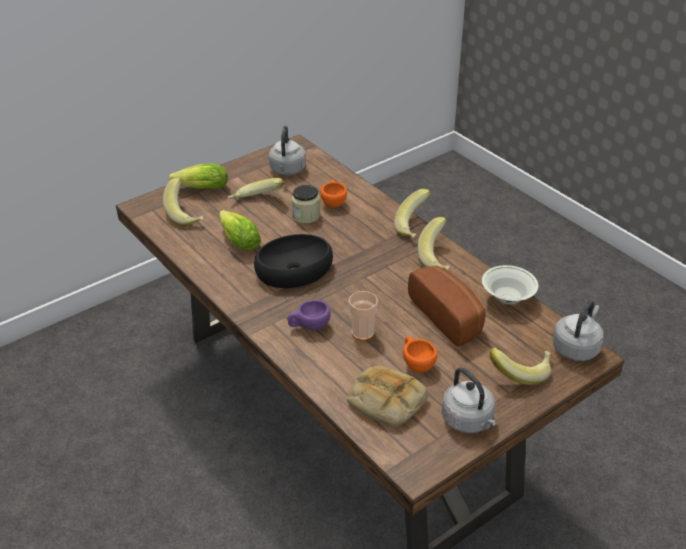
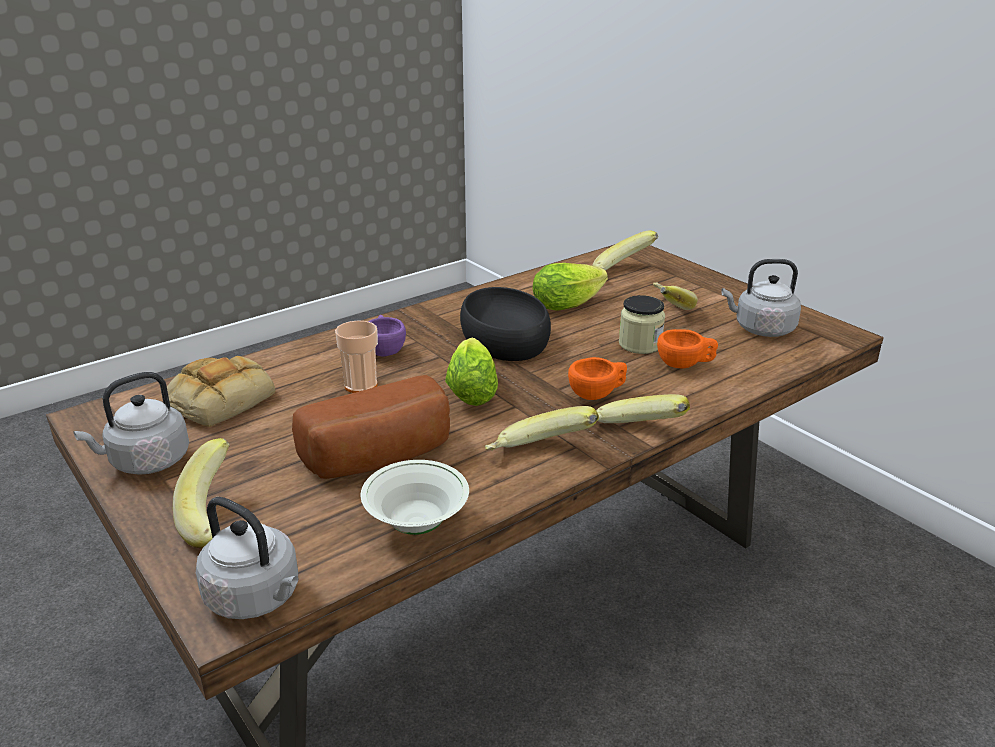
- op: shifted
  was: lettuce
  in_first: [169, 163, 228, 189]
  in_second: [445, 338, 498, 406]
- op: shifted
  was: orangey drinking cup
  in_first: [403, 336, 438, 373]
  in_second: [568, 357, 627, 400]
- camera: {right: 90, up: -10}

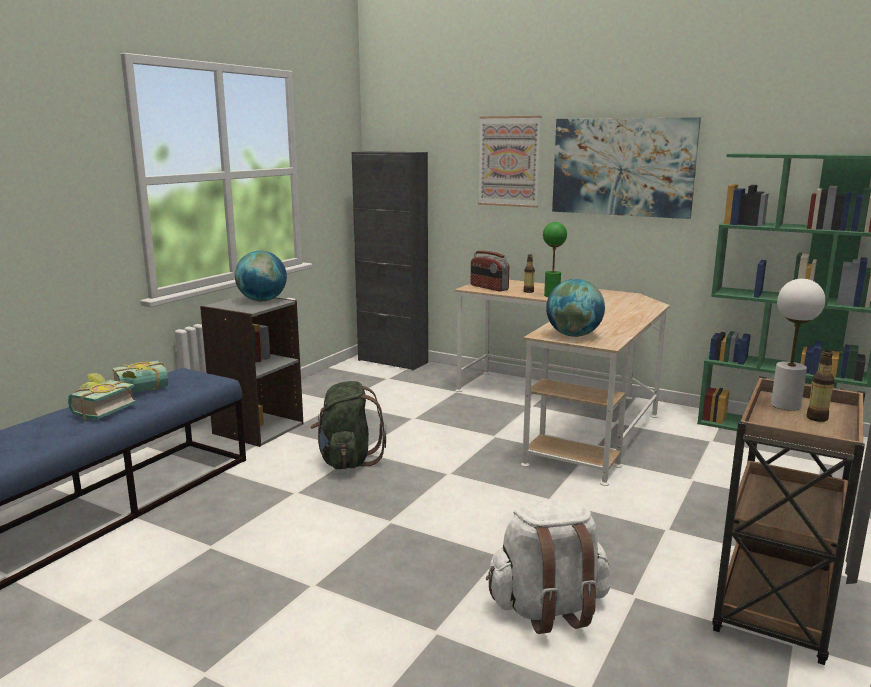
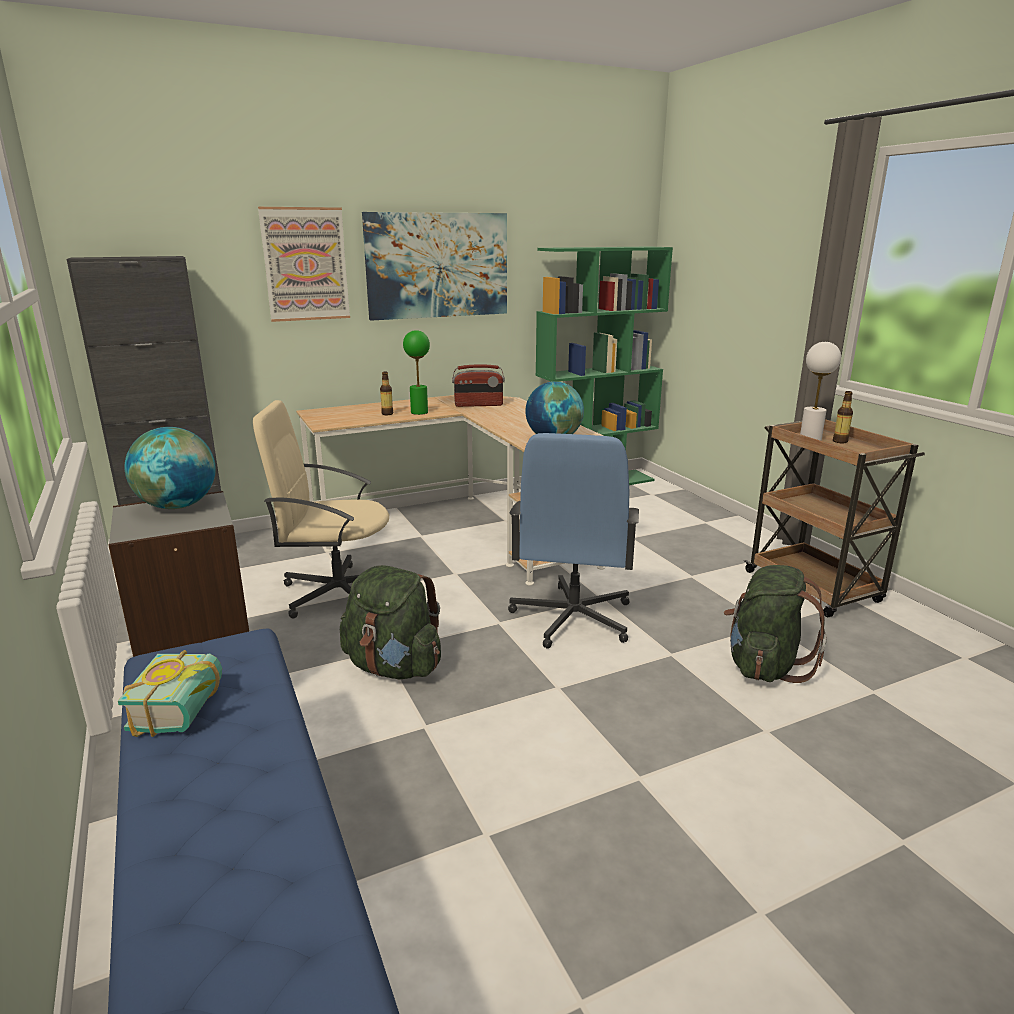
- op: gone
  was: bound book
  in_first: [68, 373, 136, 420]
- op: new
  now: beige-coloured office chair
  in_second: [253, 400, 389, 619]
- op: new
  now: blue office chair
  in_second: [508, 433, 639, 649]
- op: shifted
  was: radio receiver
  in_first: [471, 251, 509, 291]
  in_second: [452, 364, 505, 407]
- op: repainted
  was: whitish knapsack
  now: green knapsack
  in_first: [486, 500, 611, 634]
  in_second: [724, 565, 827, 683]
- camera: {right: -55, up: 5}

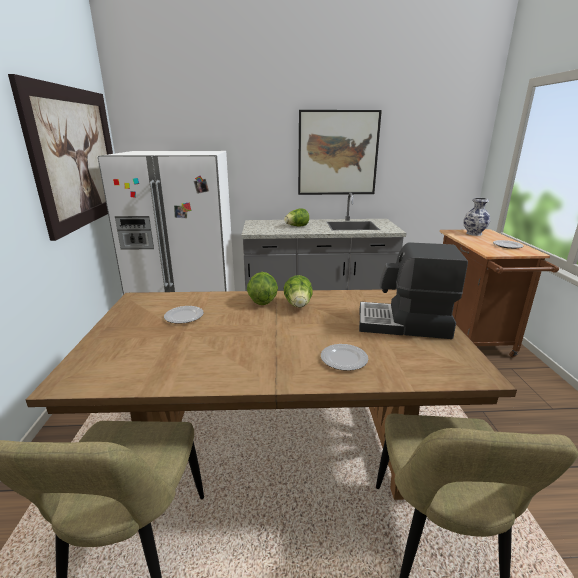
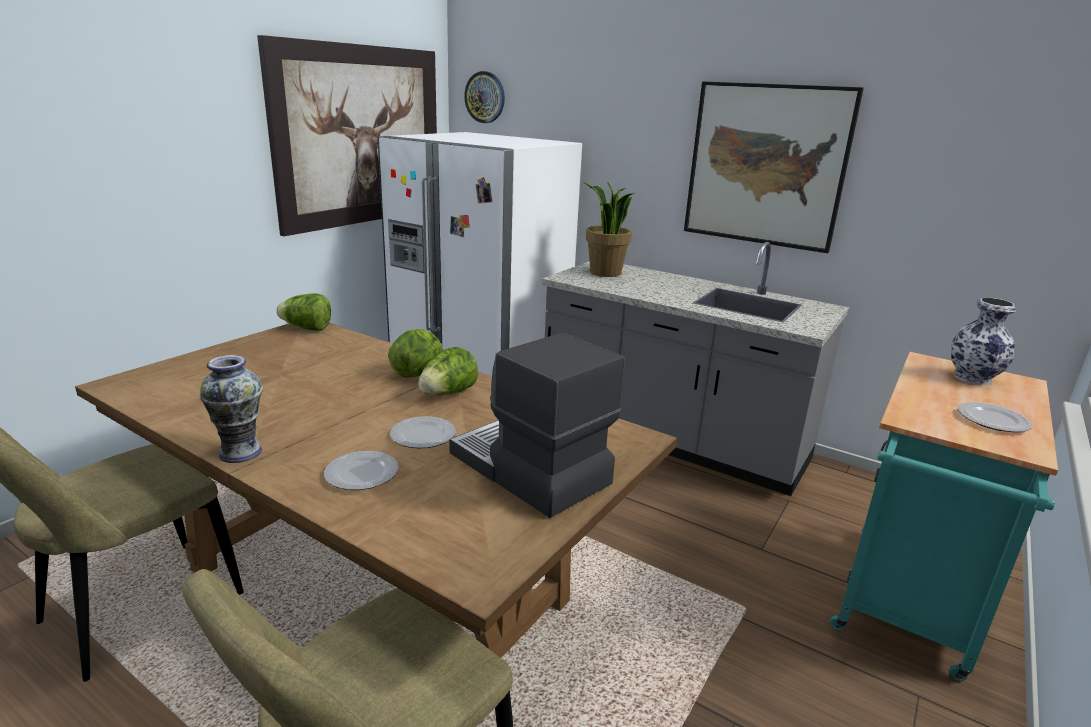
- op: new
  now: vase
  in_second: [200, 355, 263, 463]
- op: new
  now: wall clock
  in_second: [464, 71, 505, 123]
- op: new
  now: plant in a pot
  in_second: [584, 181, 634, 277]
- op: shifted
  was: dinner plate
  in_first: [164, 306, 204, 324]
  in_second: [390, 416, 456, 448]
- op: shifted
  was: lettuce
  in_first: [284, 208, 309, 227]
  in_second: [276, 293, 331, 331]
- op: repainted
  was: brownish cart
  now: turquoise-coloured cart
  in_first: [439, 229, 559, 357]
  in_second: [830, 352, 1058, 681]
- camera: {right: 35, up: 0}

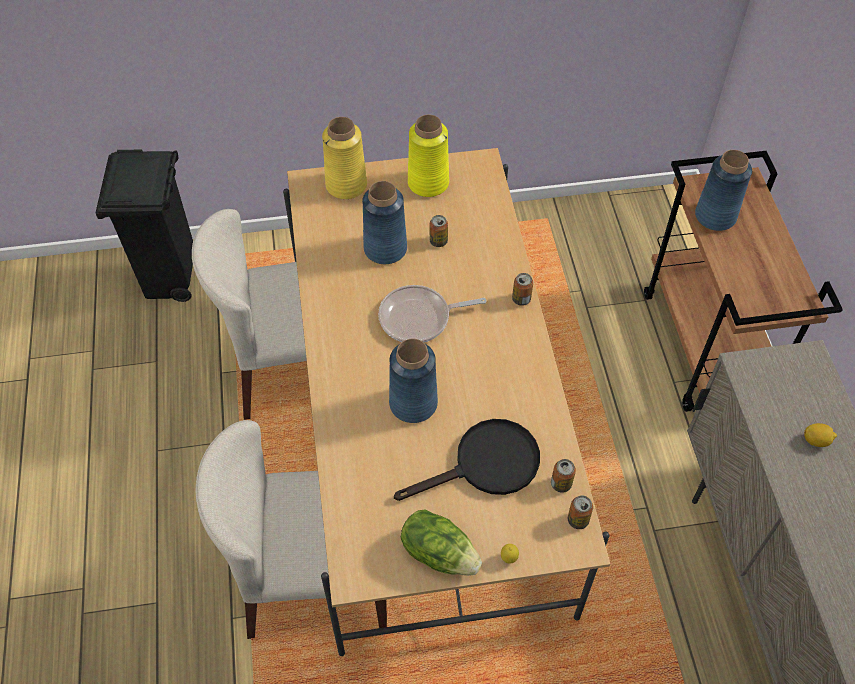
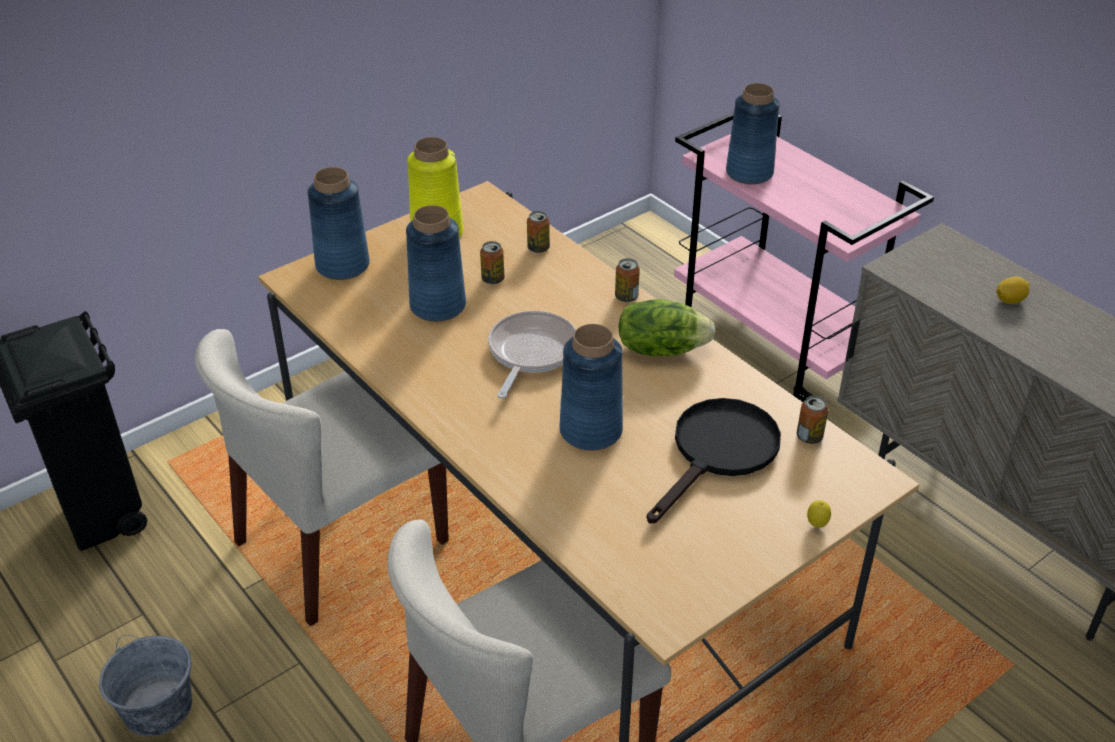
- op: new
  now: grey pail
  in_second: [99, 635, 192, 736]
- op: shifted
  was: lettuce
  in_first: [401, 509, 482, 576]
  in_second: [618, 299, 715, 356]
- op: shifted
  was: sealed can
  in_first: [568, 495, 593, 529]
  in_second: [527, 211, 550, 253]
- op: repainted
  was: yellow vase
  now: blue vase
  in_first: [322, 117, 367, 199]
  in_second: [307, 167, 370, 280]
- op: repainted
  was: brownish cart
  now: pink-coloured cart
  in_first: [644, 151, 843, 412]
  in_second: [674, 112, 934, 402]
- op: rotated
  was: frying pan
  in_first: [378, 285, 487, 342]
  in_second: [488, 311, 576, 399]
  clockwise: 150
- camera: {right: -30, up: -15}

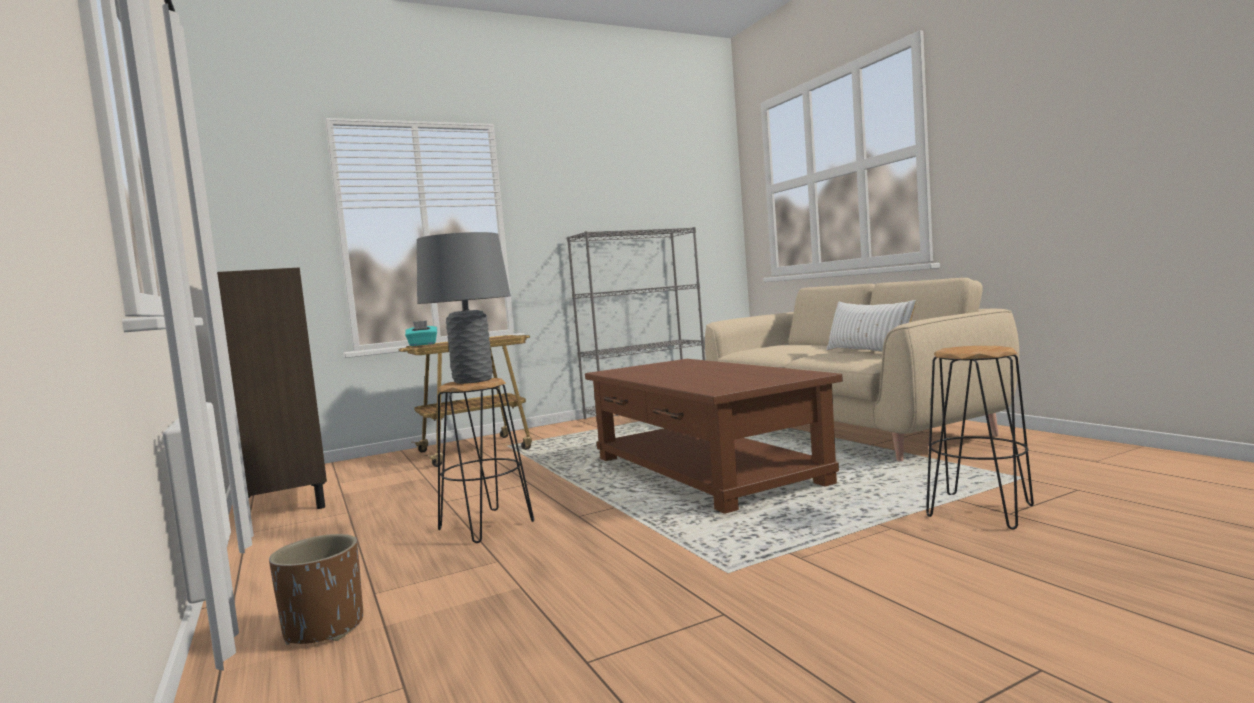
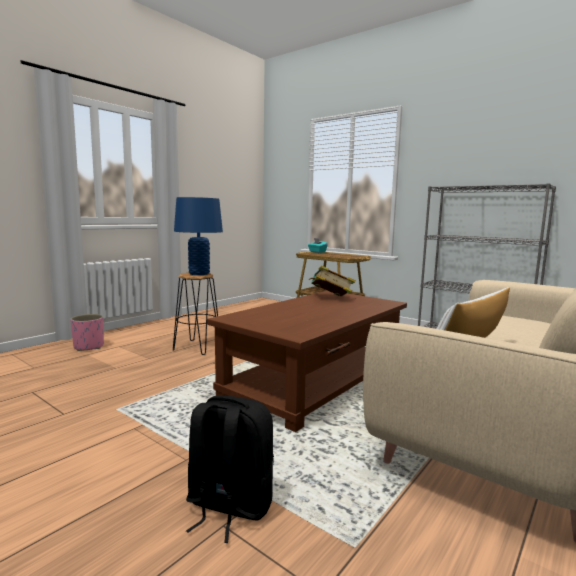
- op: gone
  was: brownish cupboard
  in_first: [217, 267, 327, 509]
- op: new
  now: bound book
  in_second: [309, 266, 356, 296]
- op: swapped
  was: black-coloured stool
  now: black-coloured knapsack
  in_first: [926, 346, 1034, 530]
  in_second: [186, 396, 274, 543]
- op: repainted
  was: brownish plant pot
  now: pink-coloured plant pot
  in_first: [269, 534, 363, 645]
  in_second: [70, 314, 104, 351]
- op: repainted
  was: grey table lamp
  now: blue table lamp
  in_first: [417, 232, 511, 384]
  in_second: [174, 197, 223, 275]
- camera: {right: 65, up: 5}

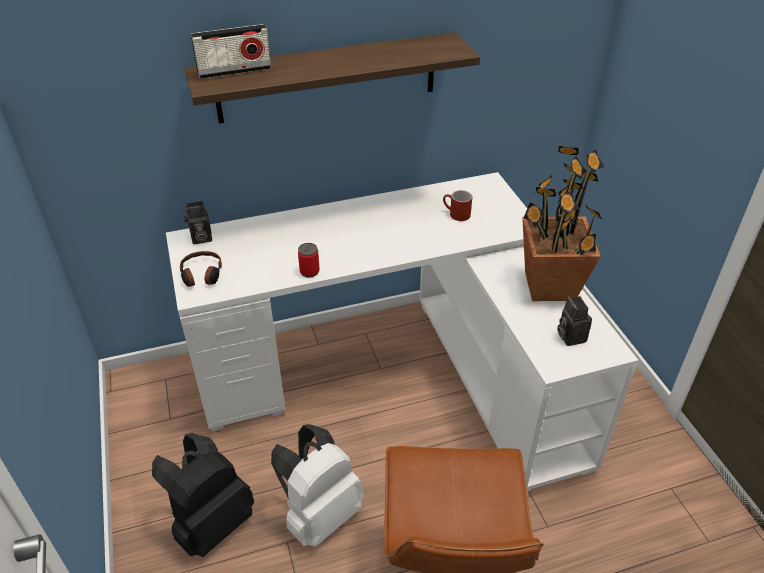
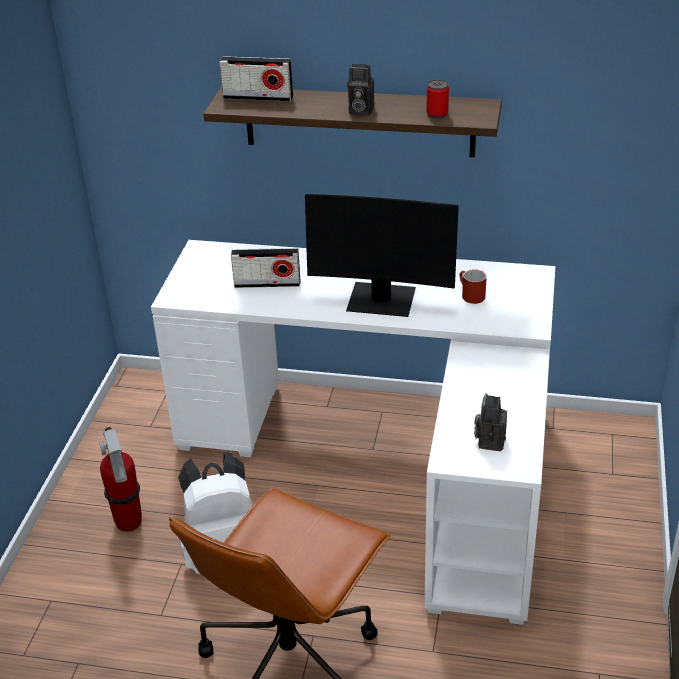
- op: gone
  was: pair of headphones
  in_first: [180, 251, 222, 287]
- op: gone
  was: plant in a pot
  in_first: [522, 146, 604, 301]
- op: new
  now: radio receiver
  in_second: [231, 248, 300, 288]
- op: new
  now: computer screen
  in_second: [305, 194, 459, 317]
- op: shifted
  was: photo camera
  in_first: [184, 201, 212, 244]
  in_second: [347, 64, 374, 116]
- op: shifted
  was: sealed can
  in_first: [298, 243, 320, 278]
  in_second: [426, 80, 449, 119]
- op: swapped
  was: black-coloured knapsack
  now: fire extinguisher
  in_first: [152, 433, 254, 557]
  in_second: [99, 427, 142, 532]
- camera: {right: 30, up: -5}

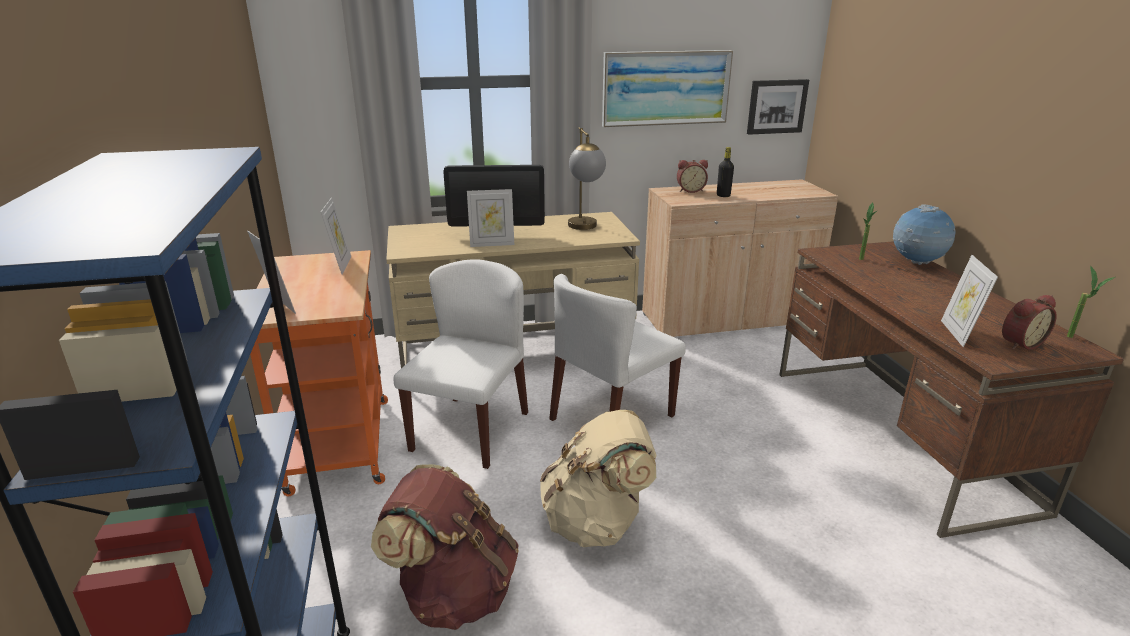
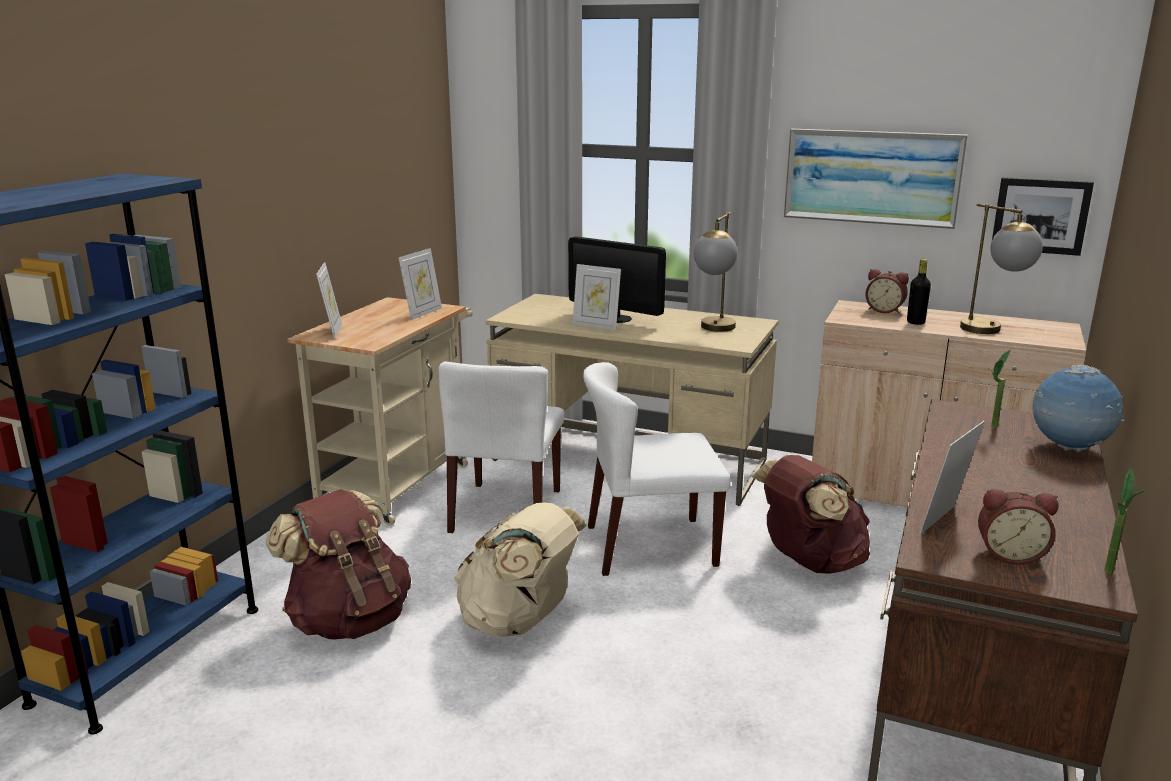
- op: new
  now: brownish knapsack
  in_second: [752, 455, 870, 574]
- op: new
  now: table lamp
  in_second: [960, 204, 1043, 334]
- op: repainted
  was: orangey cart
  now: beige-coloured cart
  in_first: [250, 250, 388, 496]
  in_second: [288, 297, 473, 526]
- op: rotated
  was: whitish plain chair
  in_first: [394, 259, 528, 469]
  in_second: [439, 362, 564, 533]
  clockwise: 135
- camera: {right: 35, up: -5}

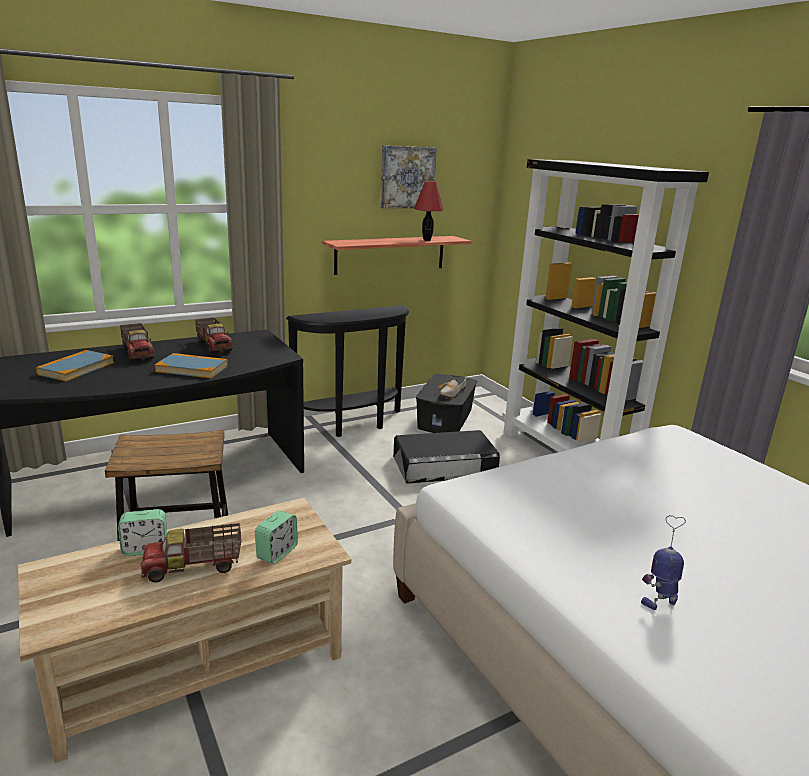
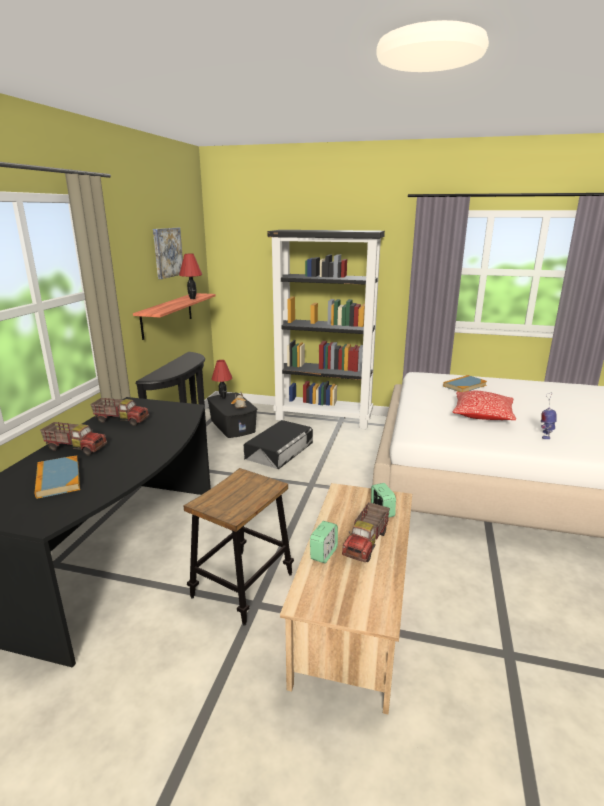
- op: new
  now: reddish table lamp
  in_second: [212, 360, 232, 399]
- op: new
  now: pillow
  in_second: [452, 391, 516, 420]
- op: shifted
  was: bound book
  in_first: [155, 353, 228, 378]
  in_second: [443, 375, 487, 392]
- camera: {right: -45, up: 0}

